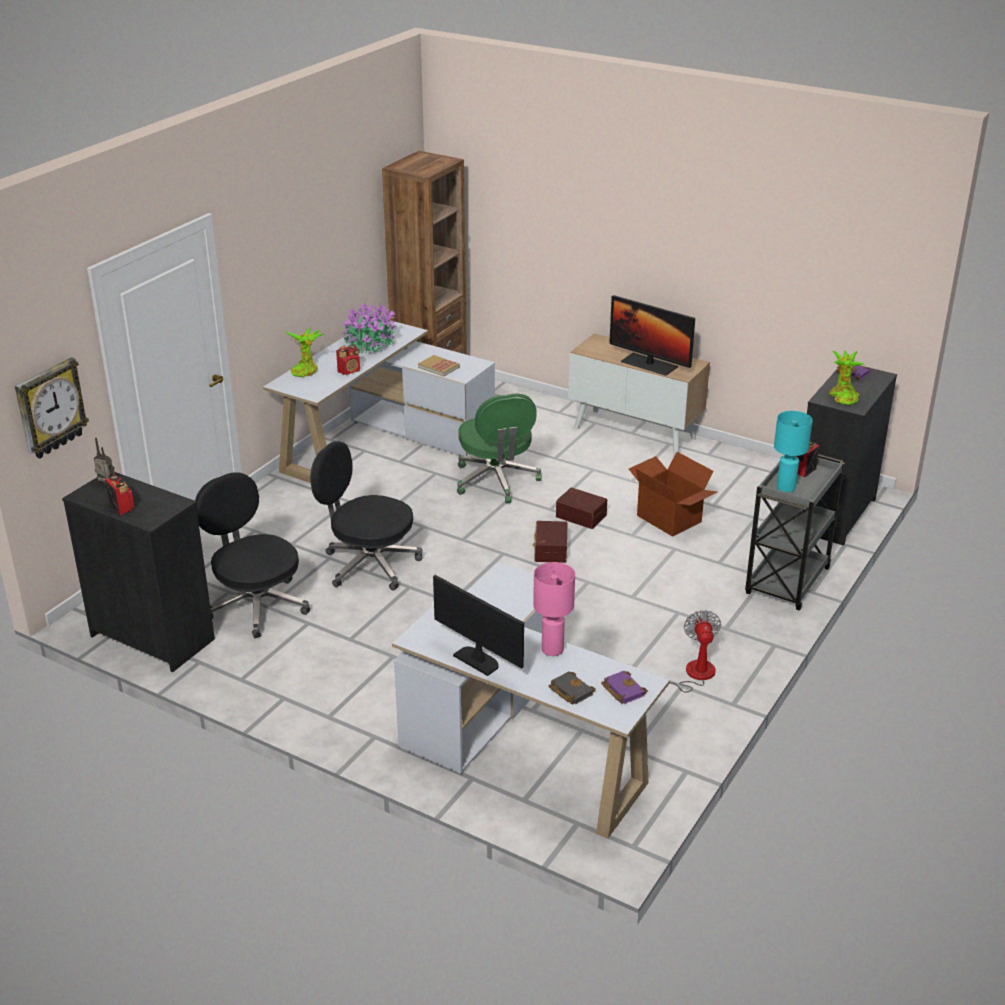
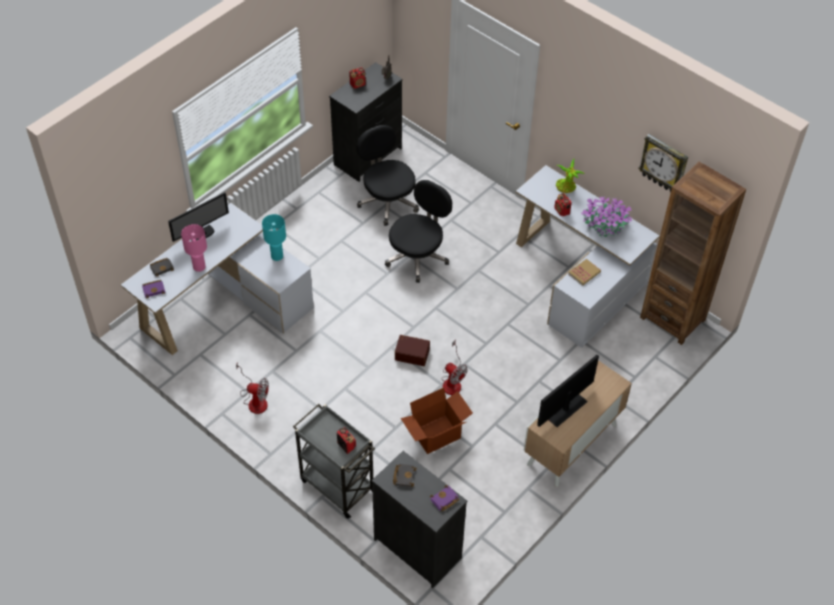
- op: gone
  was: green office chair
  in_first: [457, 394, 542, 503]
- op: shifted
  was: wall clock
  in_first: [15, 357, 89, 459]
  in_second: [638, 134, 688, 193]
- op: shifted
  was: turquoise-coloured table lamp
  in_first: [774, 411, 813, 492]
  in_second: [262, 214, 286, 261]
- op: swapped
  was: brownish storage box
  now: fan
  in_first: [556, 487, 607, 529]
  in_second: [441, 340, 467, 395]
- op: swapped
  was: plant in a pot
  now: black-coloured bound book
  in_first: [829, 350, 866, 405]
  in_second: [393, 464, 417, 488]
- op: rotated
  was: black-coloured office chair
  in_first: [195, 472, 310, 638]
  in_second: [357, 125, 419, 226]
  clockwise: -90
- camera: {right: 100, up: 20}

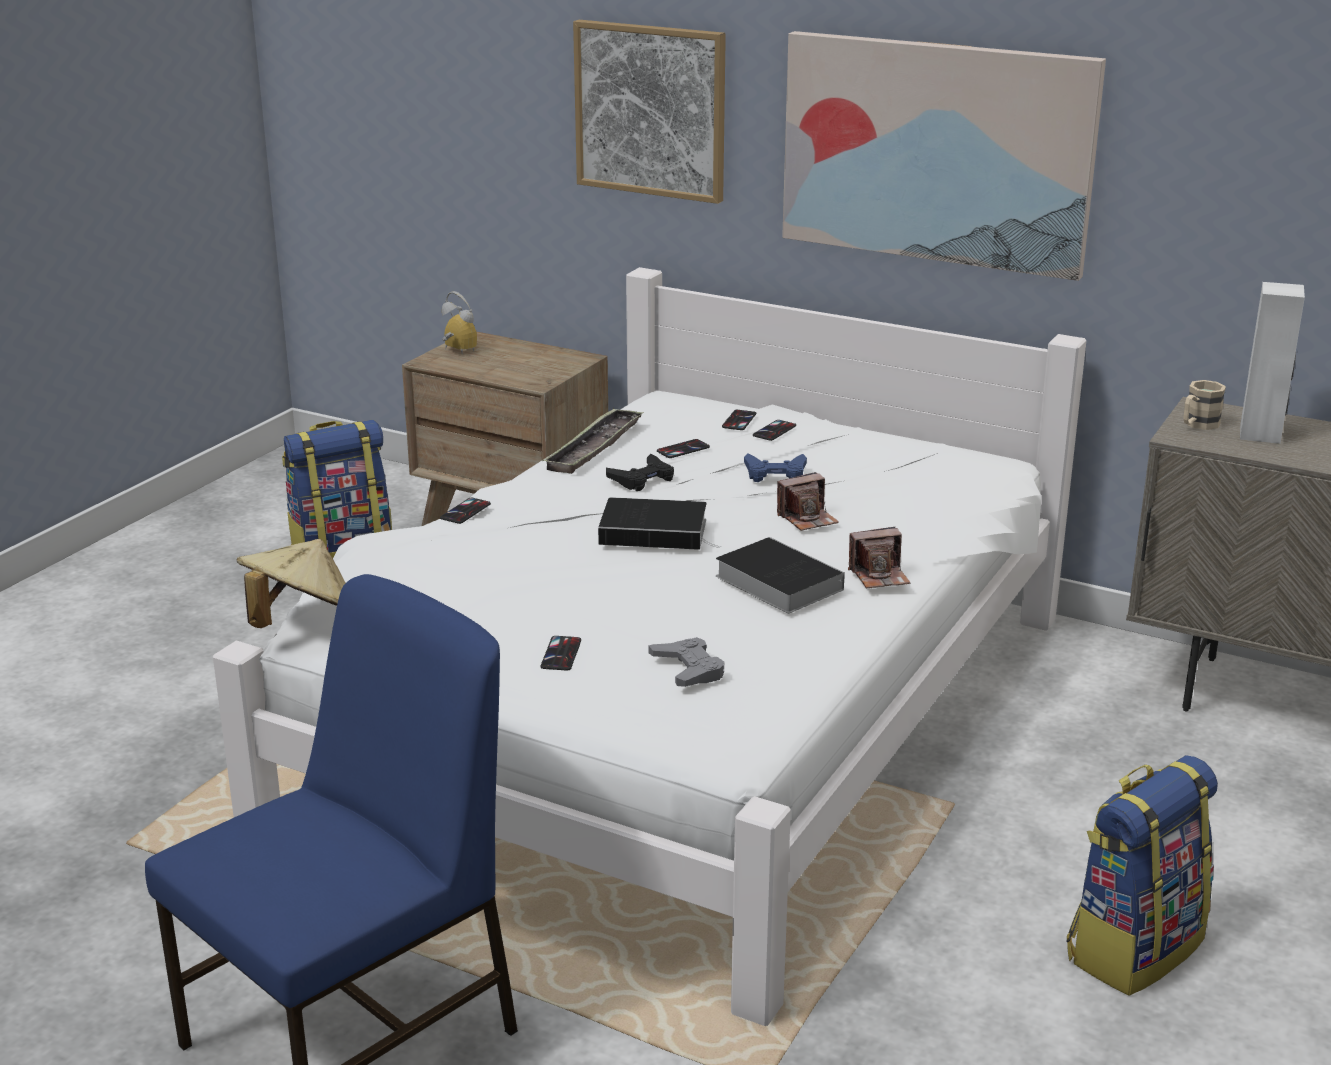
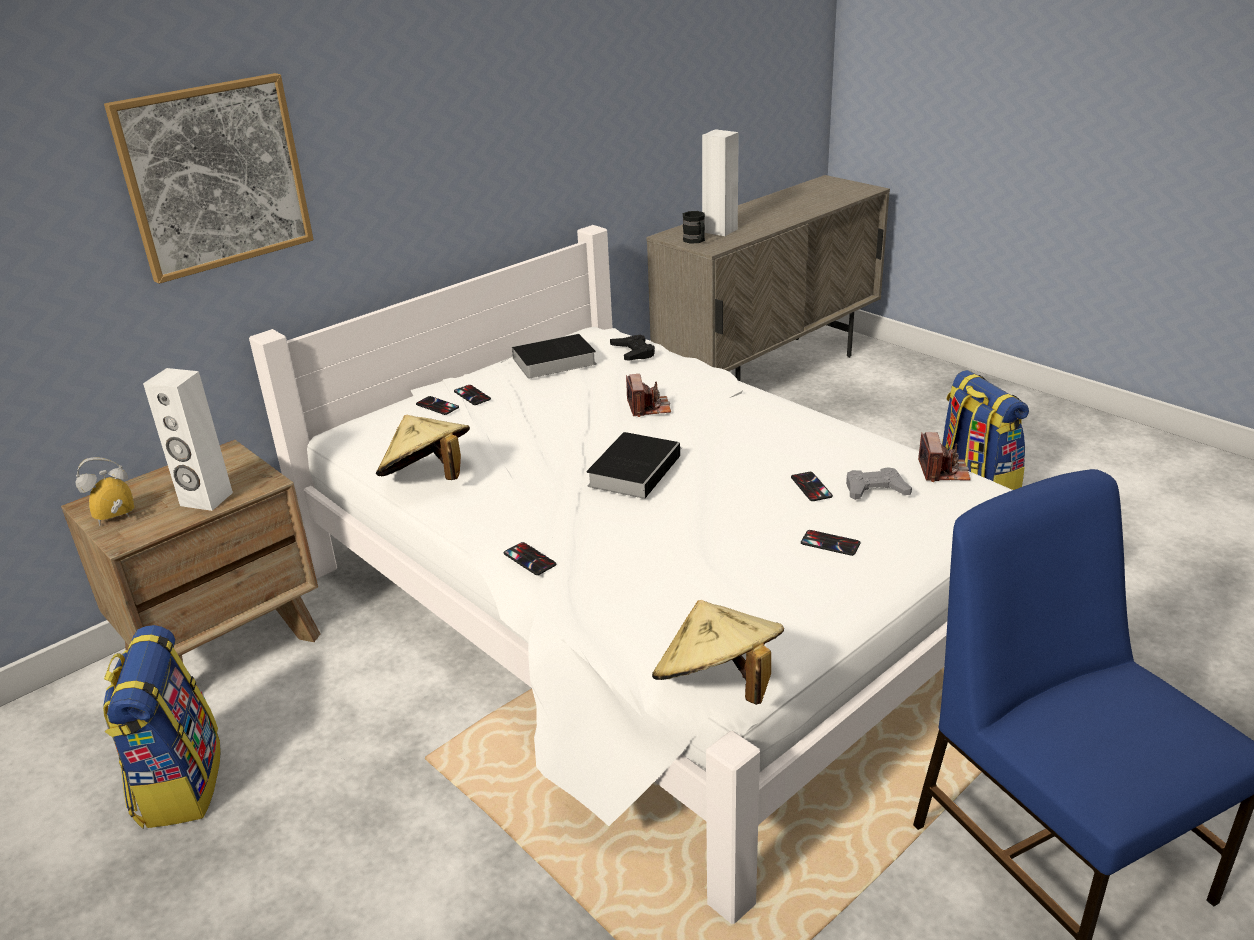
- op: gone
  was: blue gamepad
  in_first: [744, 453, 807, 482]
- op: gone
  was: picture
  in_first: [782, 31, 1106, 281]
- op: new
  now: whitish audio speaker
  in_second: [143, 368, 233, 511]
- op: shifted
  was: black-coloured gamepad
  in_first: [606, 454, 674, 491]
  in_second: [610, 335, 655, 360]
- op: shifted
  was: telephone
  in_first: [657, 439, 710, 458]
  in_second: [791, 472, 833, 501]
- op: shifted
  was: bound book
  in_first: [716, 537, 845, 613]
  in_second: [502, 334, 597, 378]
- op: shifted
  was: photo camera
  in_first: [848, 527, 911, 588]
  in_second: [918, 432, 971, 482]
- op: swapped
  was: carrying tray
  now: beige-coloured wearable hat
  in_first: [542, 408, 644, 474]
  in_second: [376, 414, 470, 480]
- op: repainted
  was: beige-coloured mug
  now: black-coloured mug
  in_first: [1183, 380, 1226, 430]
  in_second: [683, 211, 705, 244]
- camera: {right: -70, up: 5}

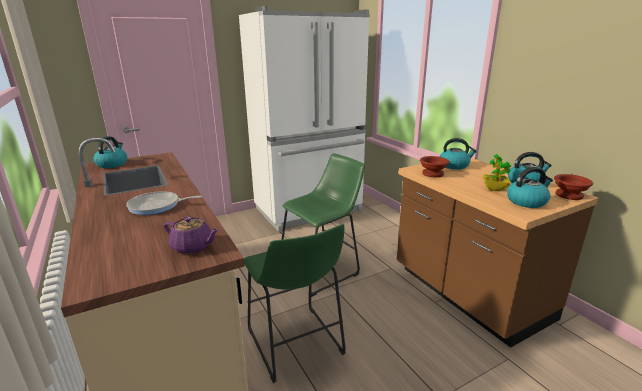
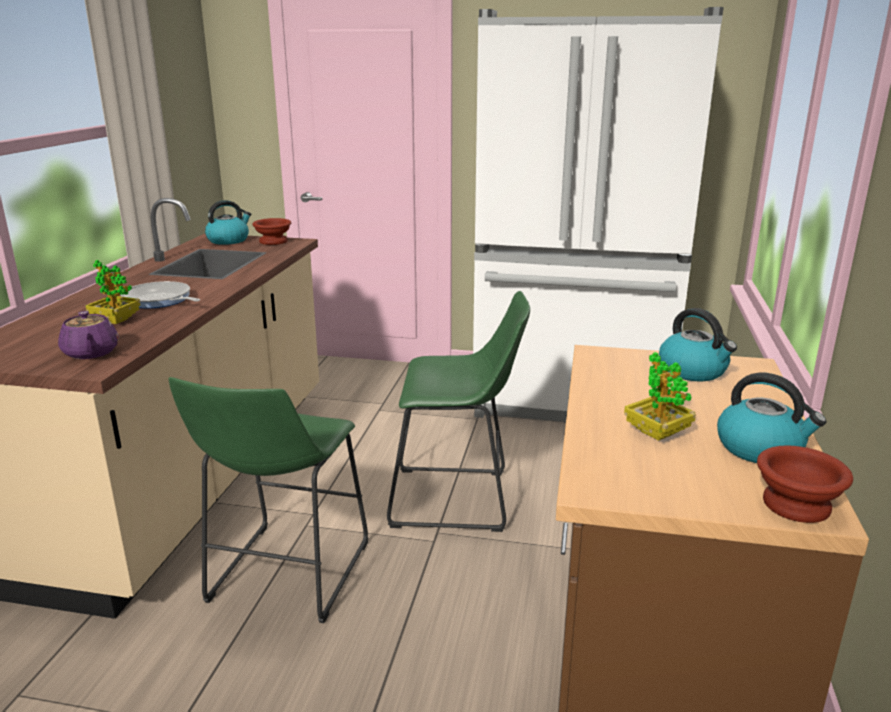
- op: gone
  was: kettle
  in_first: [507, 167, 553, 208]
- op: new
  now: plant in a pot
  in_second: [86, 260, 141, 324]
- op: shifted
  was: brownish serving bowl
  in_first: [420, 156, 449, 177]
  in_second: [252, 218, 291, 245]
- camera: {right: 40, up: 0}

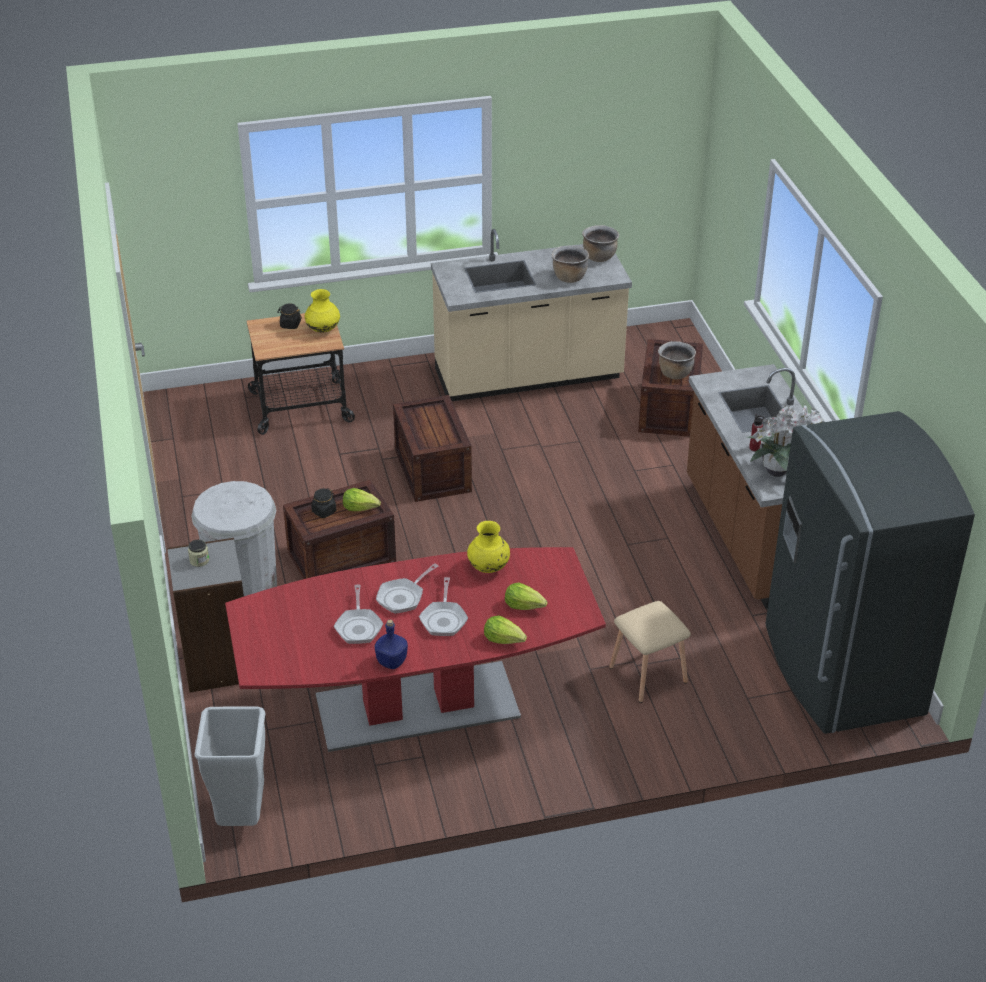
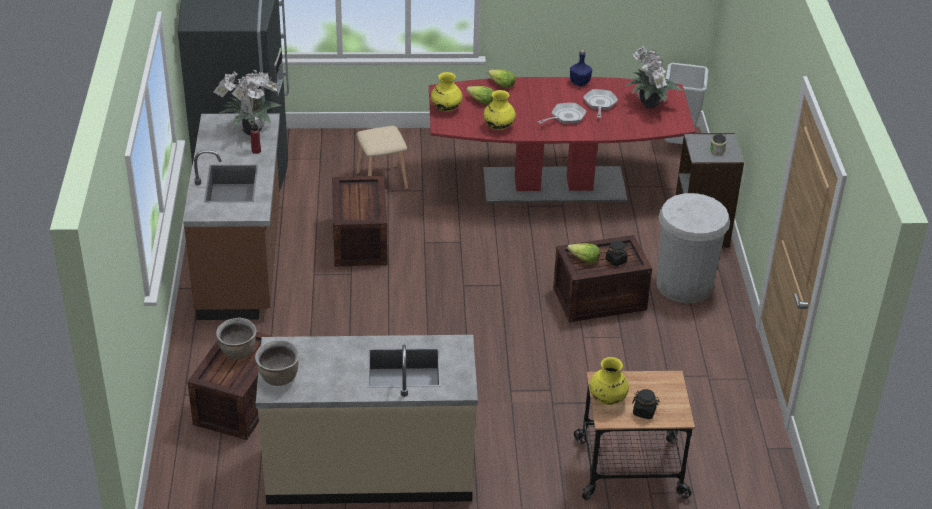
- op: gone
  was: frying pan
  in_first: [419, 577, 468, 636]
- op: gone
  was: brownish stockpot
  in_first: [552, 245, 589, 283]
- op: new
  now: yellow vase
  in_second: [431, 72, 463, 112]
- op: new
  now: plant in a pot
  in_second: [625, 46, 683, 109]
- op: shifted
  was: shipping crate
  in_first: [393, 395, 472, 502]
  in_second: [332, 176, 388, 266]
- camera: {right: -170, up: 0}

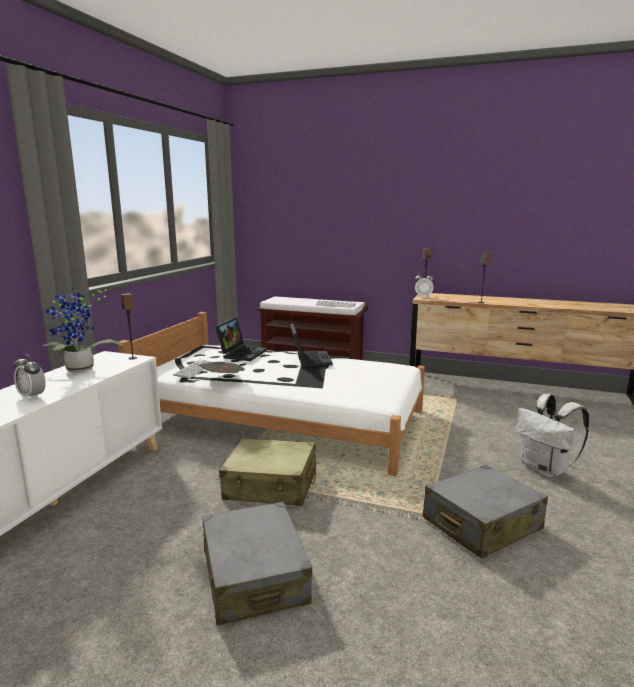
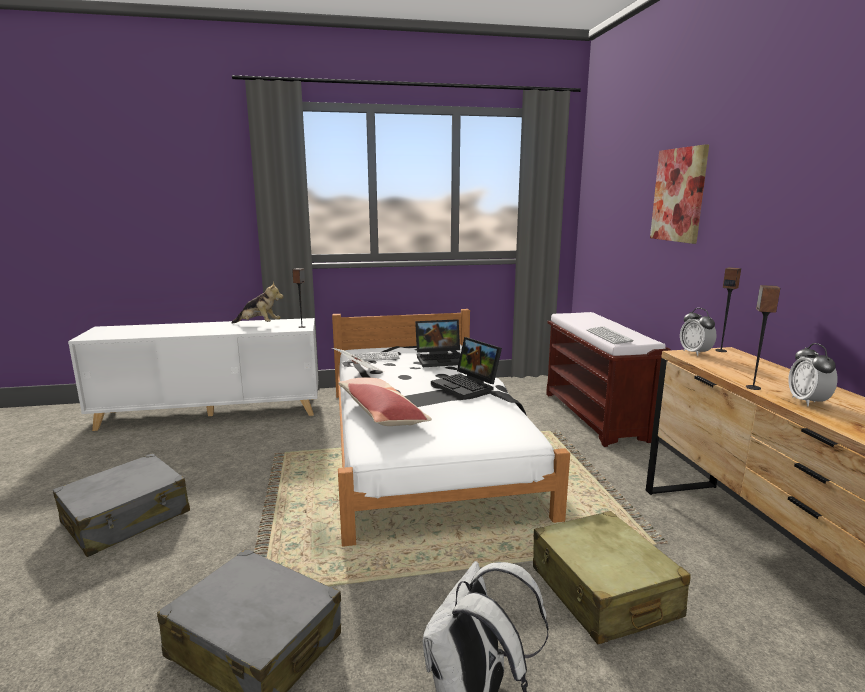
- op: new
  now: pillow
  in_second: [339, 378, 432, 426]
- op: new
  now: picture
  in_second: [650, 145, 709, 244]
- op: shifted
  was: alarm clock
  in_first: [13, 354, 46, 400]
  in_second: [788, 343, 838, 406]
- op: shifted
  was: beige-coloured piece of luggage
  in_first: [219, 438, 316, 506]
  in_second: [533, 511, 691, 644]
- op: swapped
  was: plant in a pot
  now: soft toy
  in_first: [43, 287, 123, 373]
  in_second: [232, 282, 283, 324]
- op: rotated
  was: notebook computer
  in_first: [290, 323, 333, 366]
  in_second: [431, 337, 502, 399]
  clockwise: 90
- camera: {right: 60, up: 0}

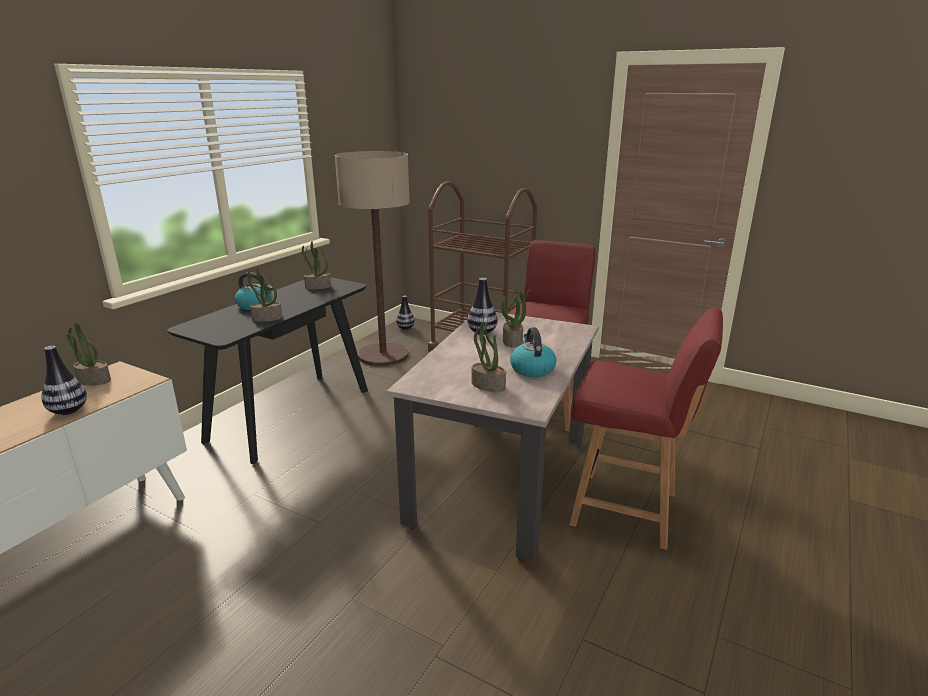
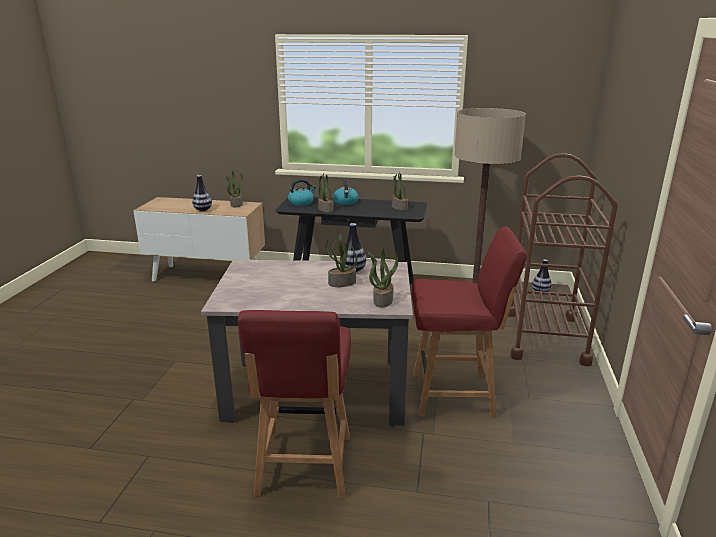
- op: shifted
  was: plant in a pot
  in_first: [472, 321, 506, 392]
  in_second: [368, 248, 398, 307]
- op: shifted
  was: kettle
  in_first: [510, 327, 557, 377]
  in_second: [288, 179, 316, 206]
- camera: {right: 70, up: 0}

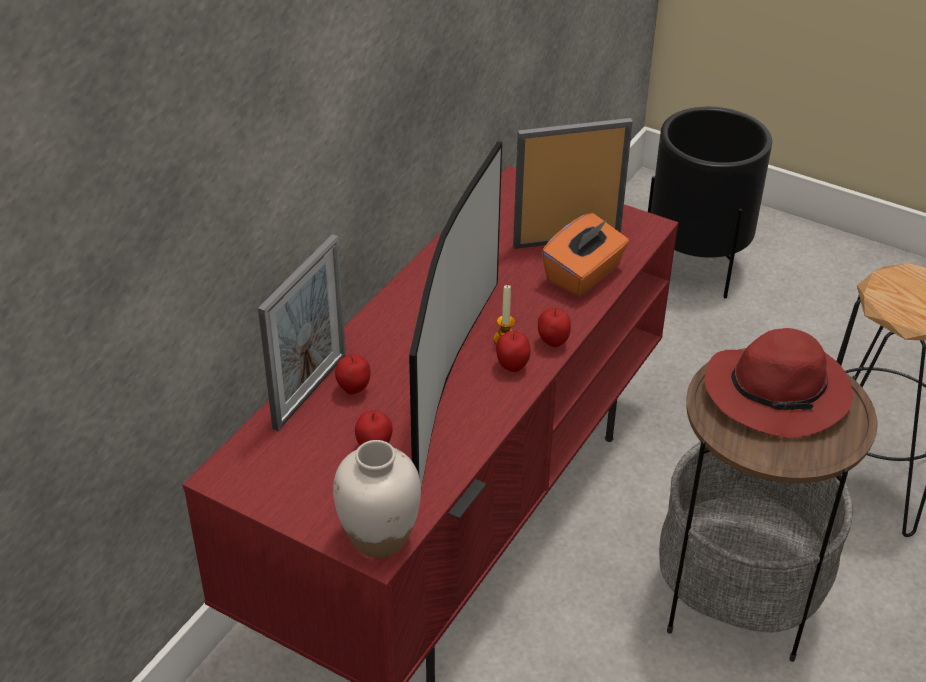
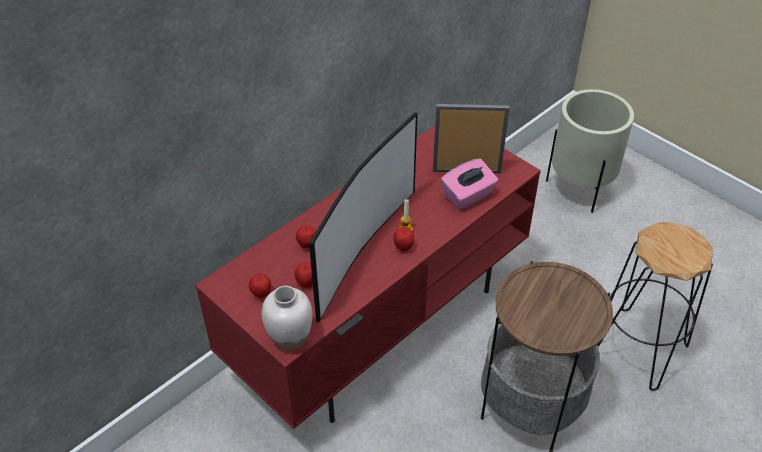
- op: gone
  was: picture frame
  in_first: [258, 234, 346, 431]
- op: gone
  was: reddish wearable hat
  in_first: [705, 328, 853, 438]
- op: shifted
  was: whole apple
  in_first: [538, 306, 571, 347]
  in_second: [249, 273, 271, 298]
- op: repainted
  was: orangey box of tissues
  now: pink-coloured box of tissues
  in_first: [541, 213, 629, 297]
  in_second: [441, 158, 498, 210]
- op: repainted
  was: black-coloured plant pot
  now: beige-coloured plant pot
  in_first: [648, 107, 772, 298]
  in_second: [546, 89, 634, 213]
- camera: {right: 15, up: 5}

